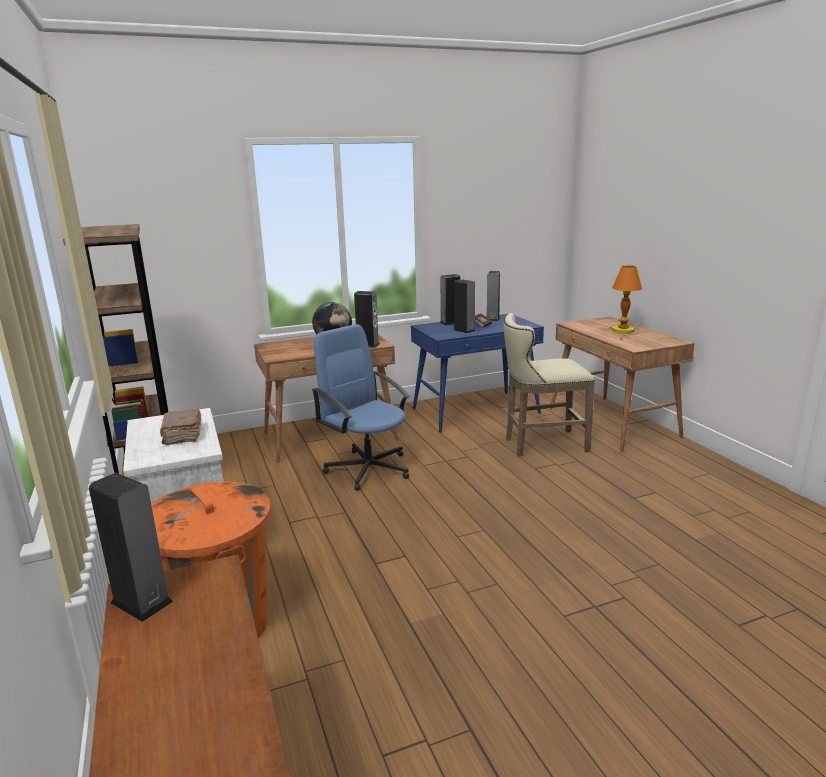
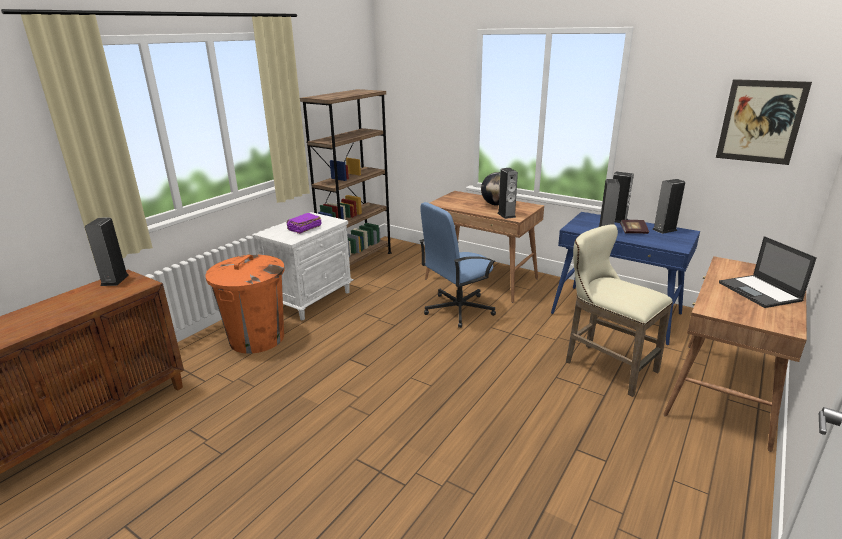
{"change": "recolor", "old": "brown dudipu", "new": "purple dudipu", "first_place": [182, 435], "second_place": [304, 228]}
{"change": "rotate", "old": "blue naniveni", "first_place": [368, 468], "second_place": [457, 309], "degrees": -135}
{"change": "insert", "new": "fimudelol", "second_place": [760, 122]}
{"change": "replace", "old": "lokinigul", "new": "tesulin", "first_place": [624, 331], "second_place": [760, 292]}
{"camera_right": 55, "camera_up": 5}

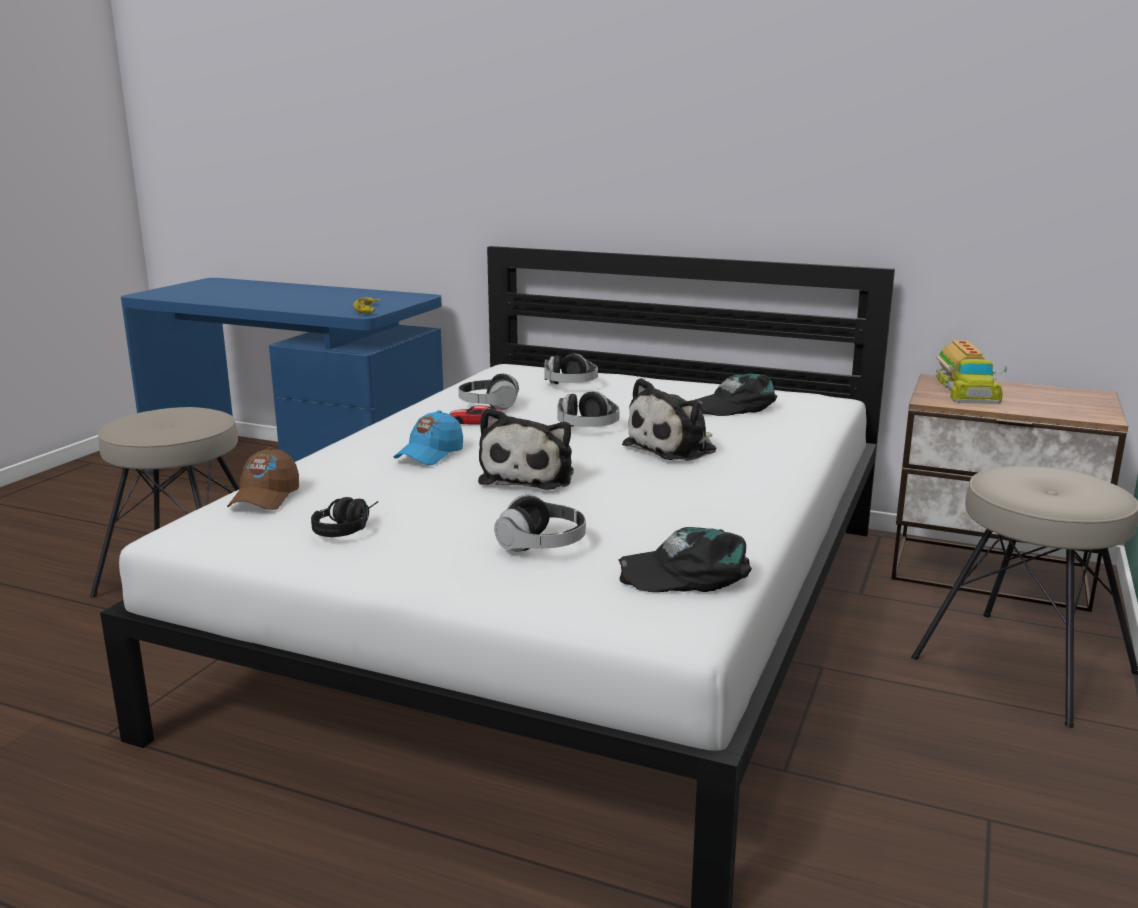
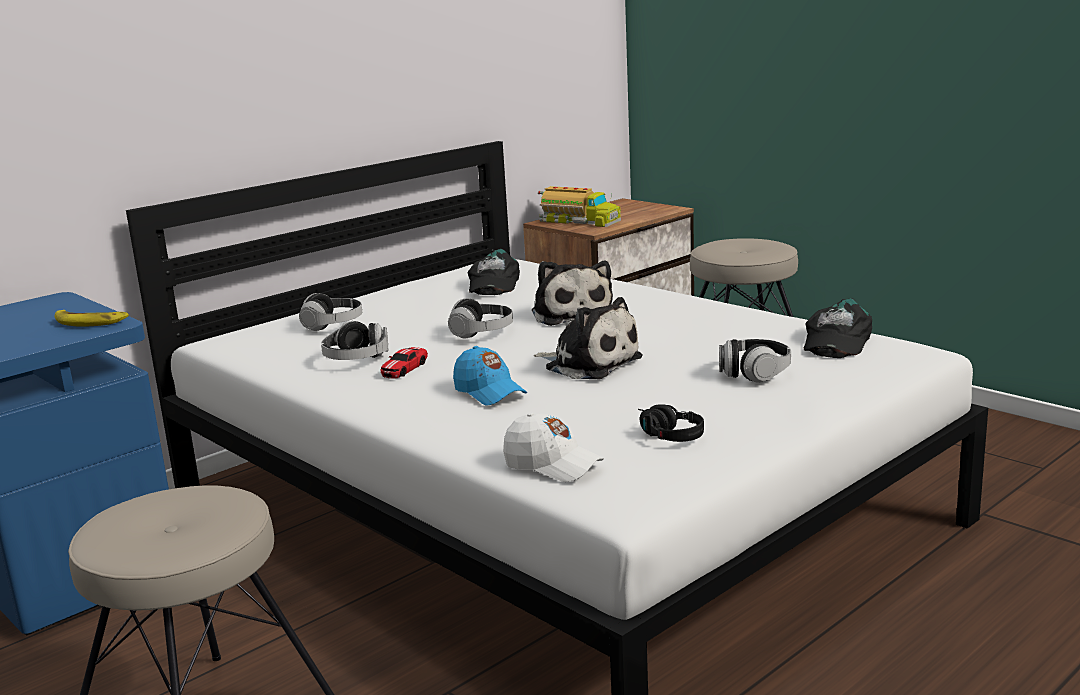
{"change": "recolor", "old": "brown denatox", "new": "white denatox", "first_place": [265, 498], "second_place": [552, 465]}
{"camera_right": -65, "camera_up": 0}

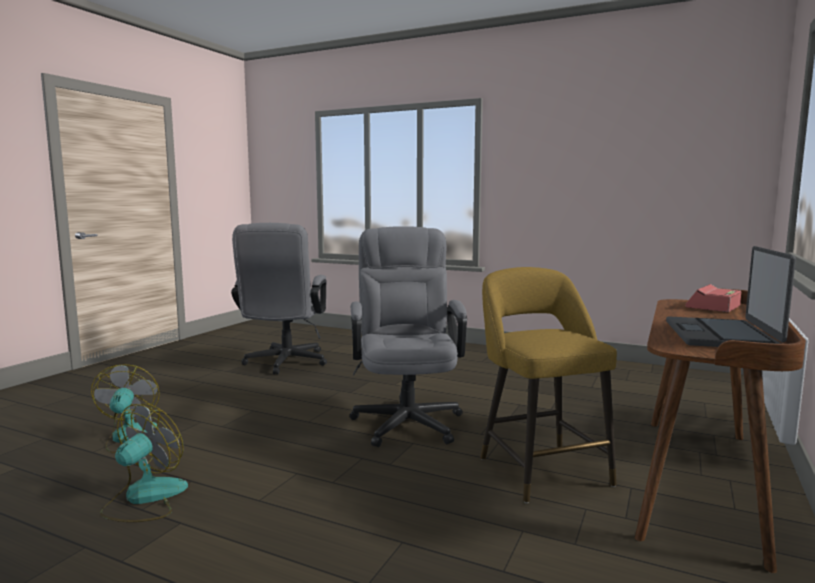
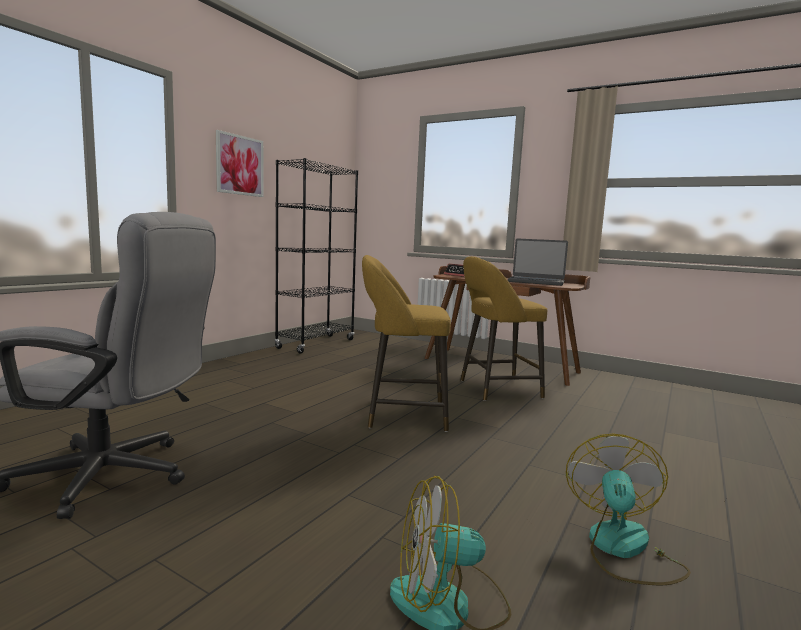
{"change": "insert", "new": "fimudelol", "second_place": [239, 165]}
{"change": "insert", "new": "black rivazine", "second_place": [316, 344]}
{"change": "replace", "old": "grey naniveni", "new": "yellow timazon", "first_place": [407, 418], "second_place": [401, 415]}
{"change": "rotate", "old": "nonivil", "first_place": [144, 498], "second_place": [622, 549], "degrees": 75}
{"camera_right": -85, "camera_up": 0}

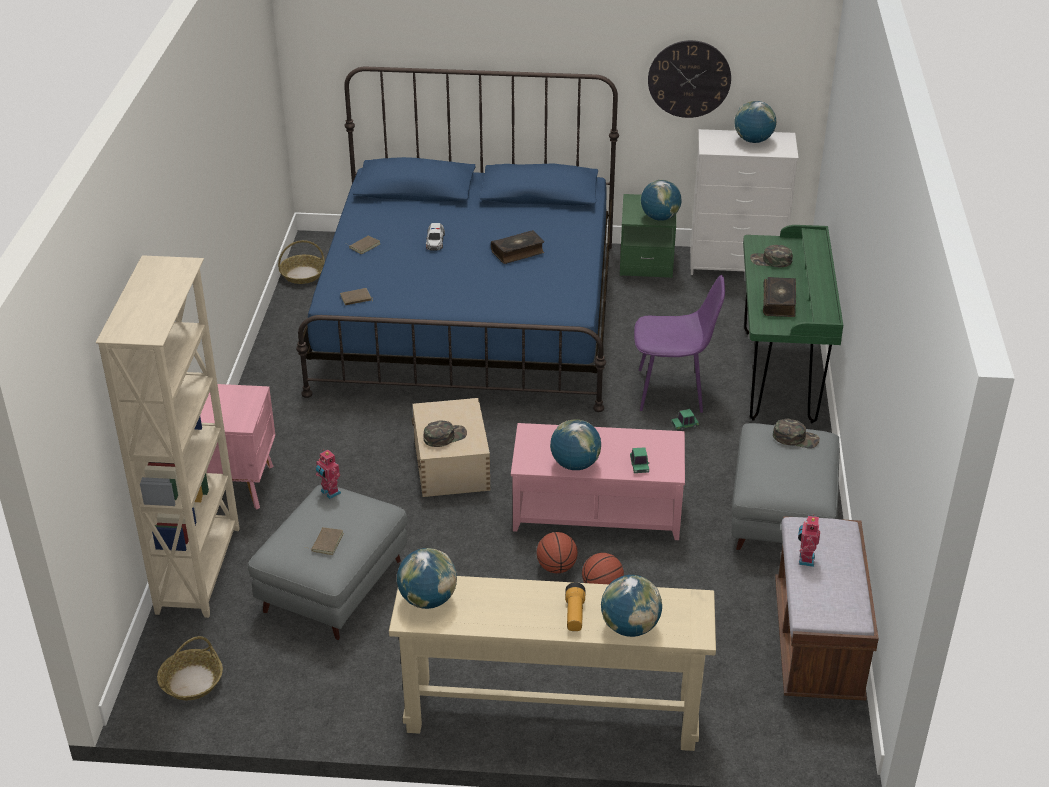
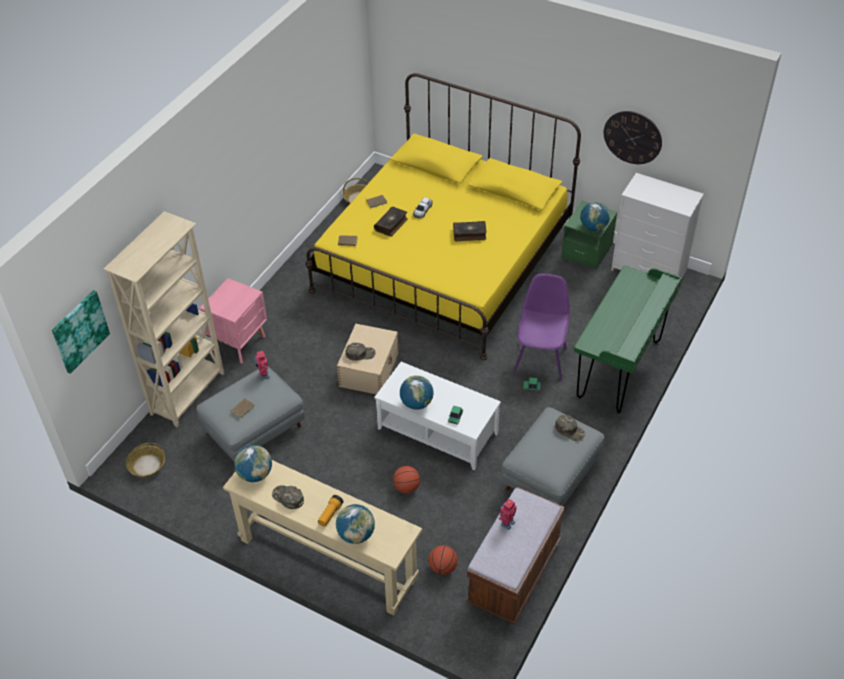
{"change": "insert", "new": "fimudelol", "second_place": [79, 331]}
{"change": "move", "old": "green denatox", "first_place": [771, 261], "second_place": [288, 498]}
{"change": "recolor", "old": "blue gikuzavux", "new": "yellow gikuzavux", "first_place": [468, 316], "second_place": [443, 261]}
{"change": "move", "old": "dudipu", "first_place": [779, 303], "second_place": [391, 225]}
{"change": "recolor", "old": "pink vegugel", "new": "white vegugel", "first_place": [597, 508], "second_place": [438, 430]}
{"change": "move", "old": "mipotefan", "first_place": [556, 567], "second_place": [443, 567]}
{"change": "rotate", "old": "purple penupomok", "first_place": [673, 391], "second_place": [540, 359], "degrees": -105}
{"change": "delete", "old": "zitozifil", "first_place": [753, 140]}
{"camera_right": 25, "camera_up": 10}

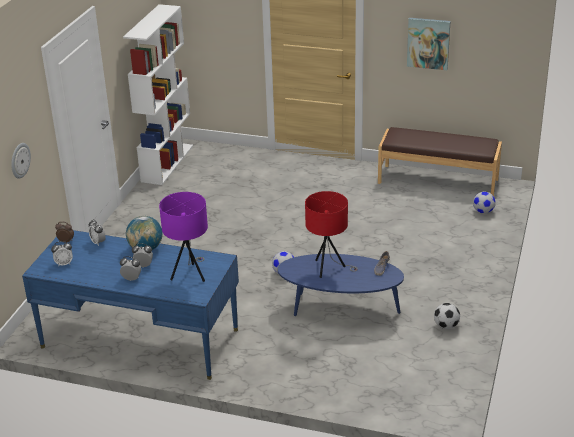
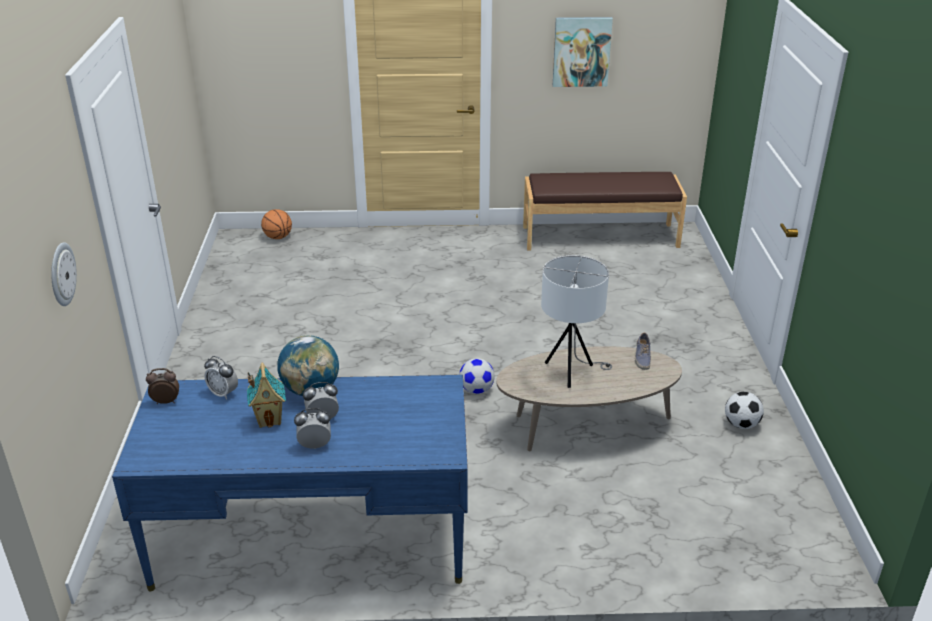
{"change": "insert", "new": "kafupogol", "second_place": [270, 419]}
{"change": "insert", "new": "mipotefan", "second_place": [278, 237]}
{"change": "recolor", "old": "blue vegugel", "new": "beige vegugel", "first_place": [340, 308], "second_place": [585, 427]}
{"change": "recolor", "old": "red lokinigul", "new": "white lokinigul", "first_place": [329, 269], "second_place": [571, 372]}
{"change": "delete", "old": "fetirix", "first_place": [64, 263]}
{"change": "delete", "old": "white rivazine", "first_place": [167, 163]}
{"change": "delete", "old": "purple lokinigul", "first_place": [190, 274]}
{"change": "delete", "old": "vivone", "first_place": [483, 211]}
{"camera_right": -20, "camera_up": 0}

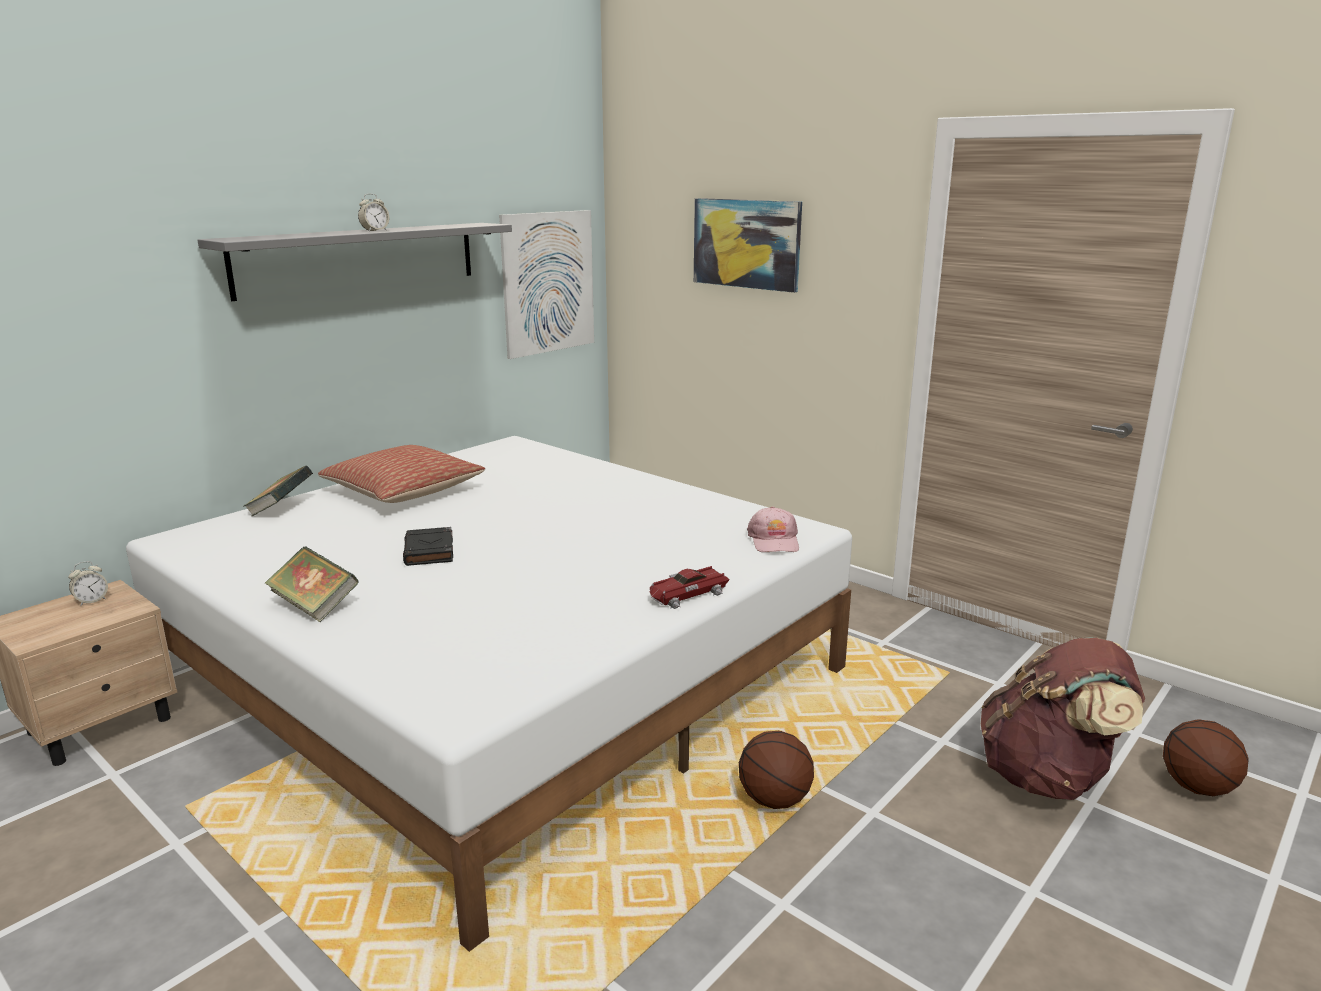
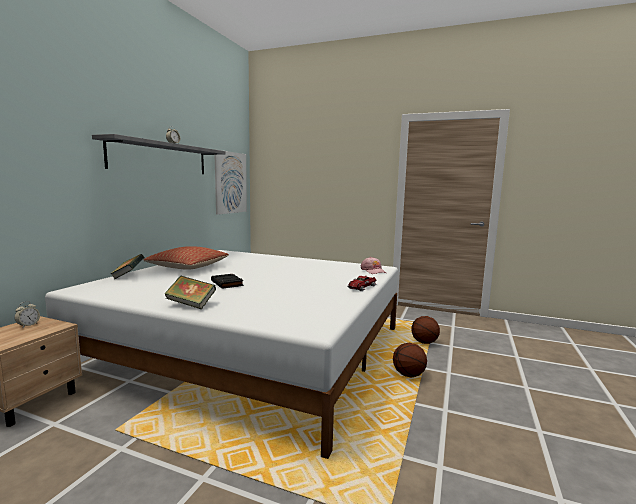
{"change": "move", "old": "mipotefan", "first_place": [1198, 787], "second_place": [424, 342]}
{"change": "delete", "old": "fimudelol", "first_place": [746, 243]}
{"change": "delete", "old": "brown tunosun", "first_place": [1048, 777]}
{"camera_right": -20, "camera_up": -10}

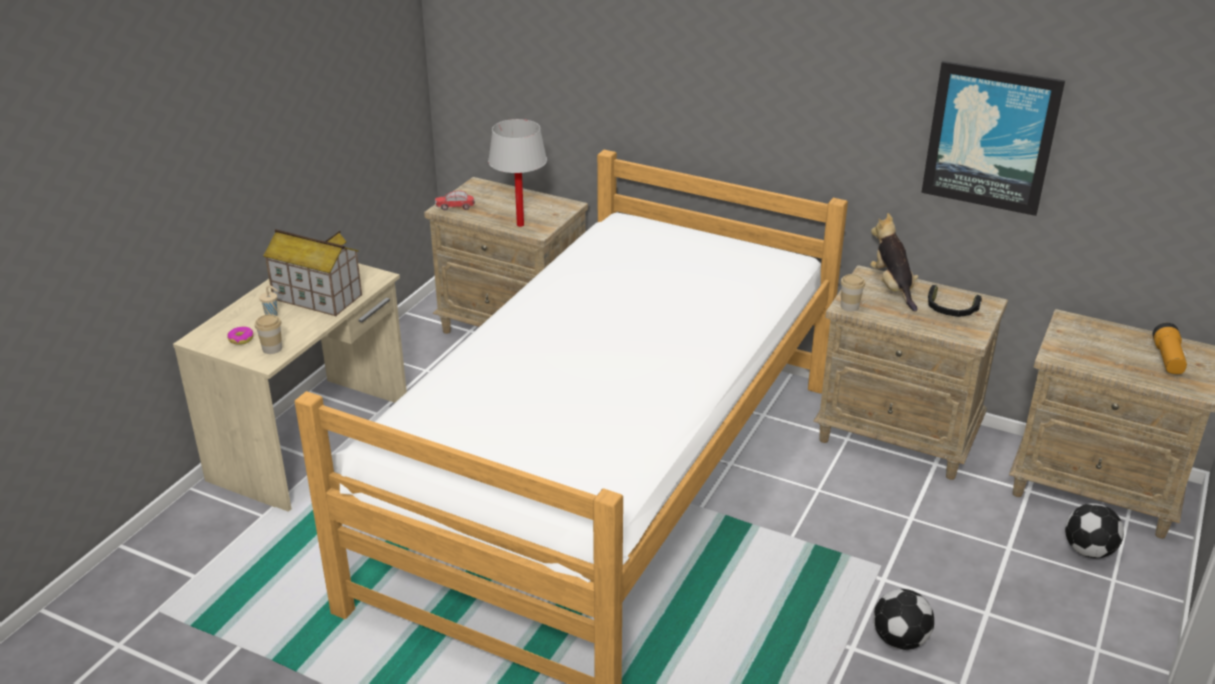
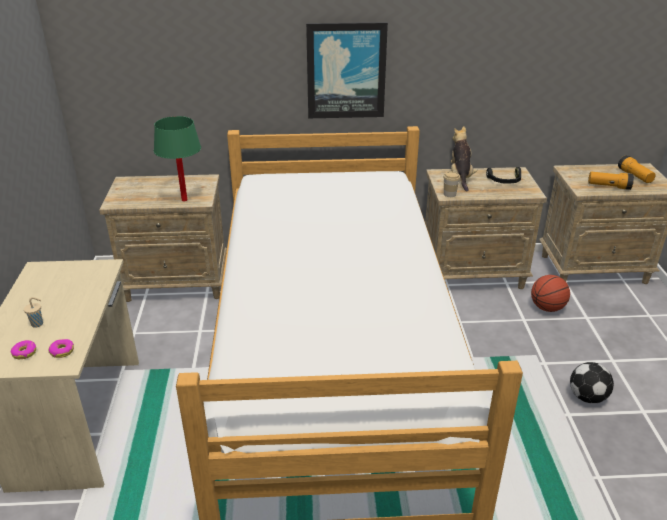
{"change": "replace", "old": "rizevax", "new": "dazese", "first_place": [272, 348], "second_place": [62, 351]}
{"change": "recolor", "old": "white lokinigul", "new": "green lokinigul", "first_place": [520, 225], "second_place": [184, 200]}
{"change": "move", "old": "fimudelol", "first_place": [990, 137], "second_place": [346, 71]}
{"change": "rotate", "old": "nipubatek", "first_place": [892, 288], "second_place": [460, 177], "degrees": 45}
{"change": "insert", "new": "mipotefan", "second_place": [547, 308]}
{"change": "insert", "new": "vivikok", "second_place": [609, 186]}
{"change": "delete", "old": "kafupogol", "first_place": [316, 297]}
{"change": "delete", "old": "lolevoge", "first_place": [455, 208]}
{"change": "delete", "old": "vivone", "first_place": [1089, 550]}
{"camera_right": -30, "camera_up": 0}

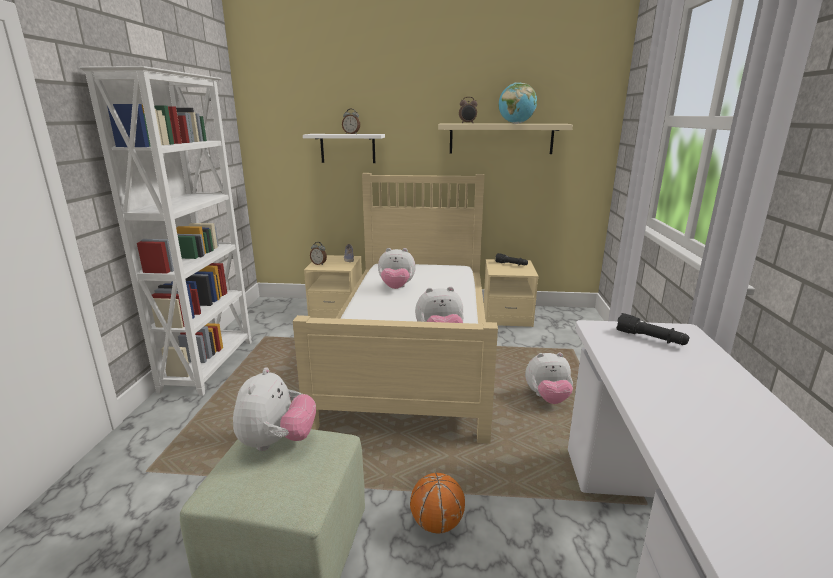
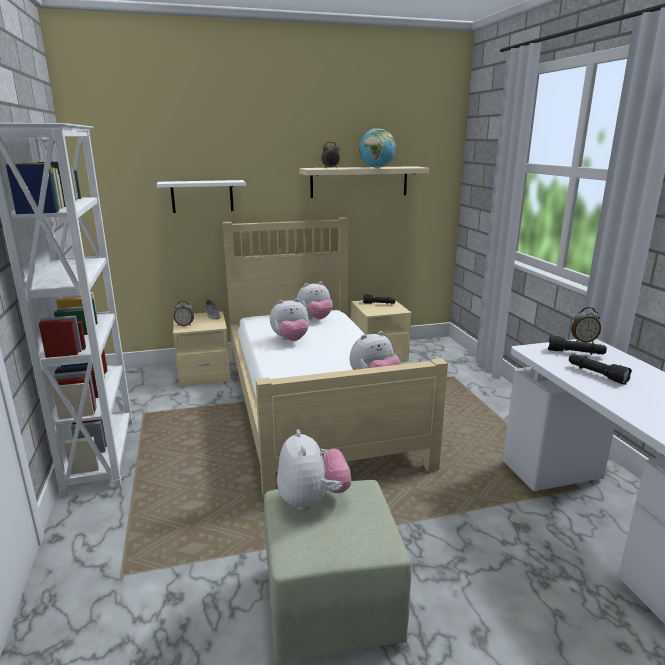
{"change": "move", "old": "nipubatek", "first_place": [547, 398], "second_place": [315, 319]}
{"change": "insert", "new": "black vivikok", "second_place": [596, 374]}
{"change": "move", "old": "fetirix", "first_place": [351, 134], "second_place": [583, 341]}
{"change": "delete", "old": "mipotefan", "first_place": [437, 523]}
{"camera_right": -20, "camera_up": 0}

